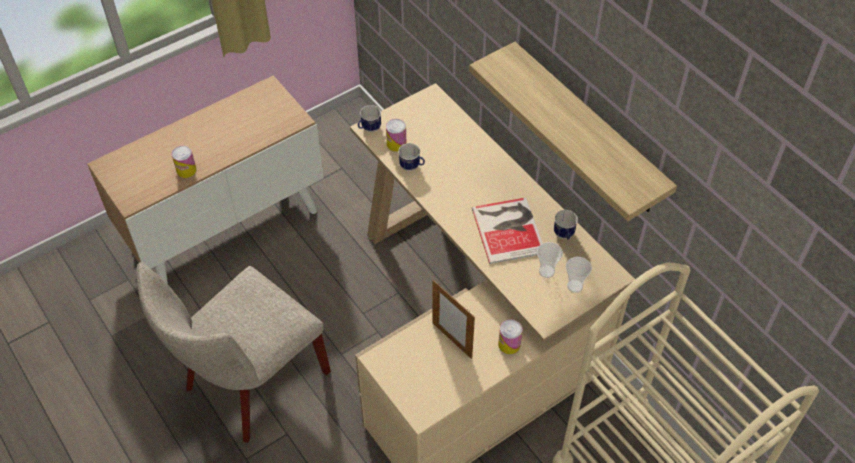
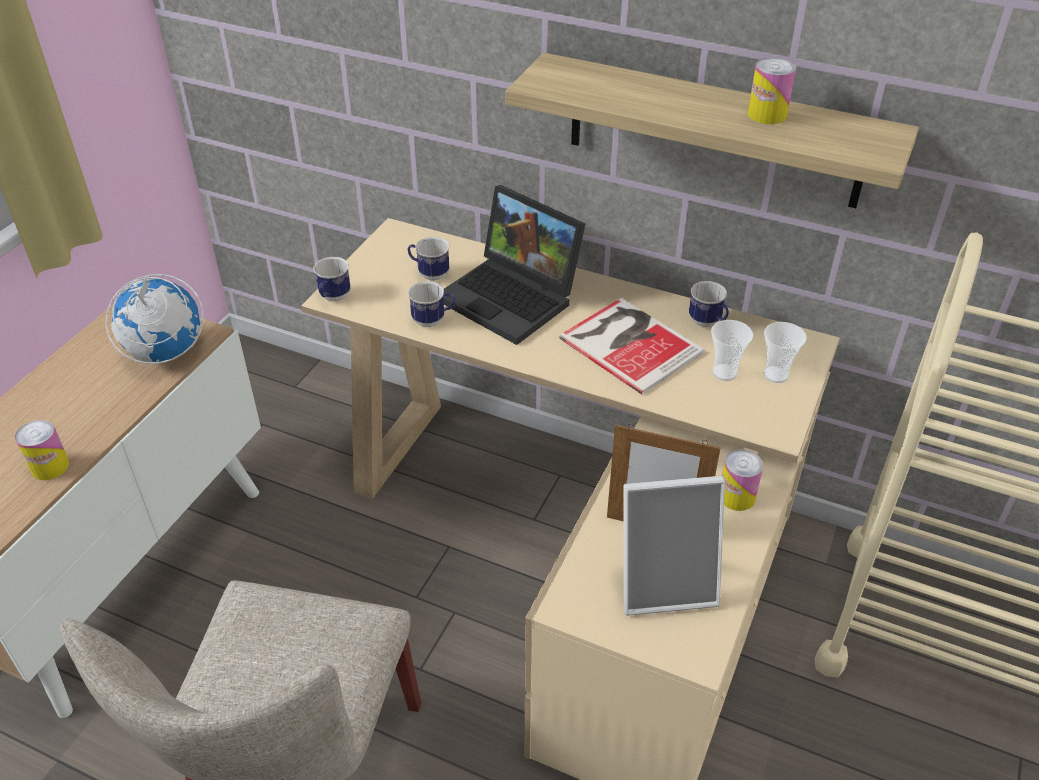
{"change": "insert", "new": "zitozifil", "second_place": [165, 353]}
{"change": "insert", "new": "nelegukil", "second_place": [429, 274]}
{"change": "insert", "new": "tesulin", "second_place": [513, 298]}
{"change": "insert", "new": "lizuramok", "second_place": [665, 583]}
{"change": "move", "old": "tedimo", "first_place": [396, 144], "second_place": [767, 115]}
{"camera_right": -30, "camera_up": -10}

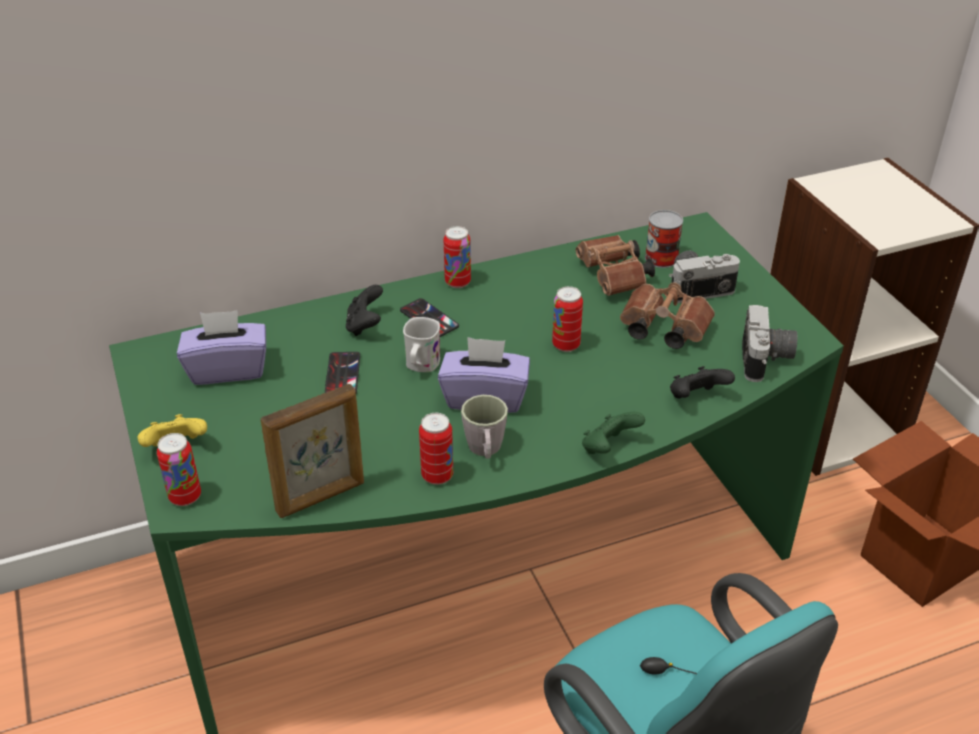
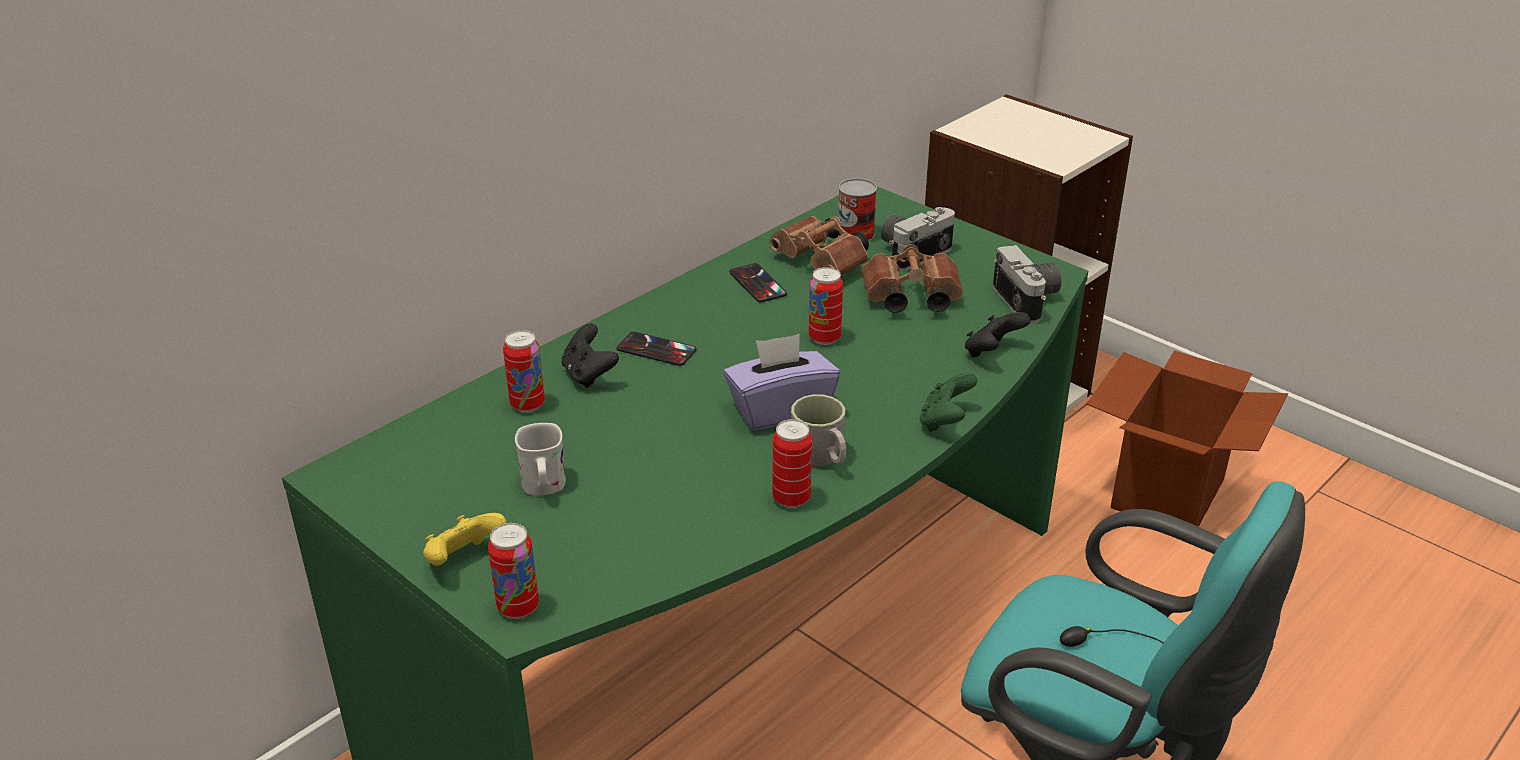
{"change": "move", "old": "tedimo", "first_place": [457, 282], "second_place": [527, 405]}
{"change": "move", "old": "white nelegukil", "first_place": [421, 366], "second_place": [544, 487]}
{"change": "move", "old": "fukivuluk", "first_place": [342, 374], "second_place": [757, 283]}
{"change": "delete", "old": "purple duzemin", "first_place": [228, 369]}
{"change": "delete", "old": "lizuramok", "first_place": [321, 497]}
{"camera_right": -25, "camera_up": -5}

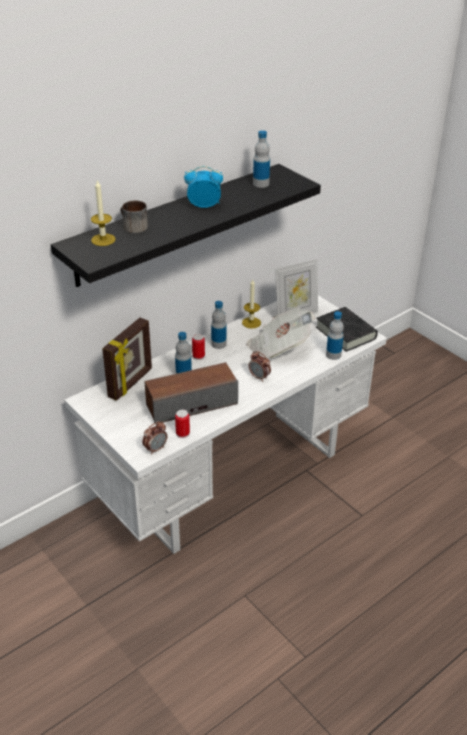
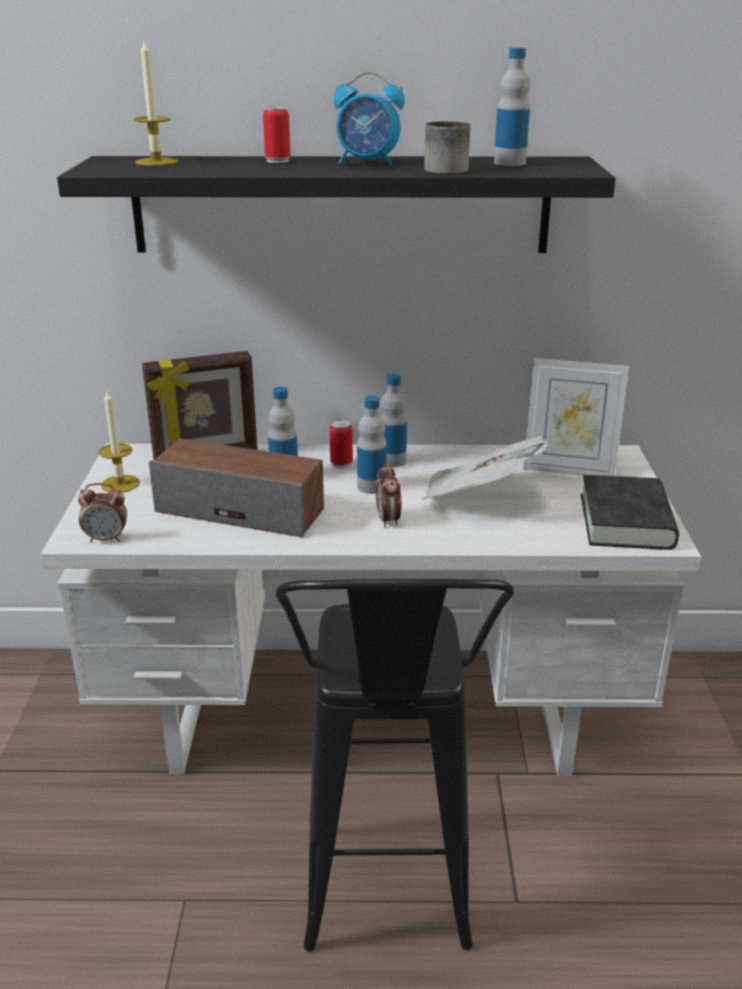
{"change": "move", "old": "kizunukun", "first_place": [251, 322], "second_place": [120, 484]}
{"change": "move", "old": "tedimo", "first_place": [182, 433], "second_place": [277, 161]}
{"change": "insert", "new": "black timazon", "second_place": [386, 913]}
{"change": "rotate", "old": "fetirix", "first_place": [204, 205], "second_place": [368, 163], "degrees": 150}
{"change": "move", "old": "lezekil", "first_place": [333, 355], "second_place": [371, 487]}
{"change": "move", "old": "nelegukil", "first_place": [132, 226], "second_place": [442, 169]}
{"camera_right": 40, "camera_up": -10}

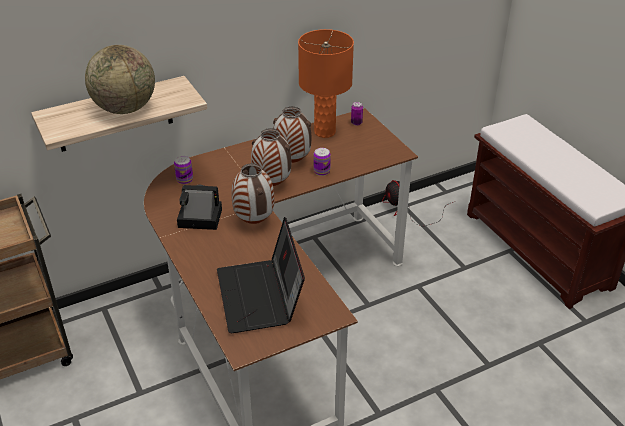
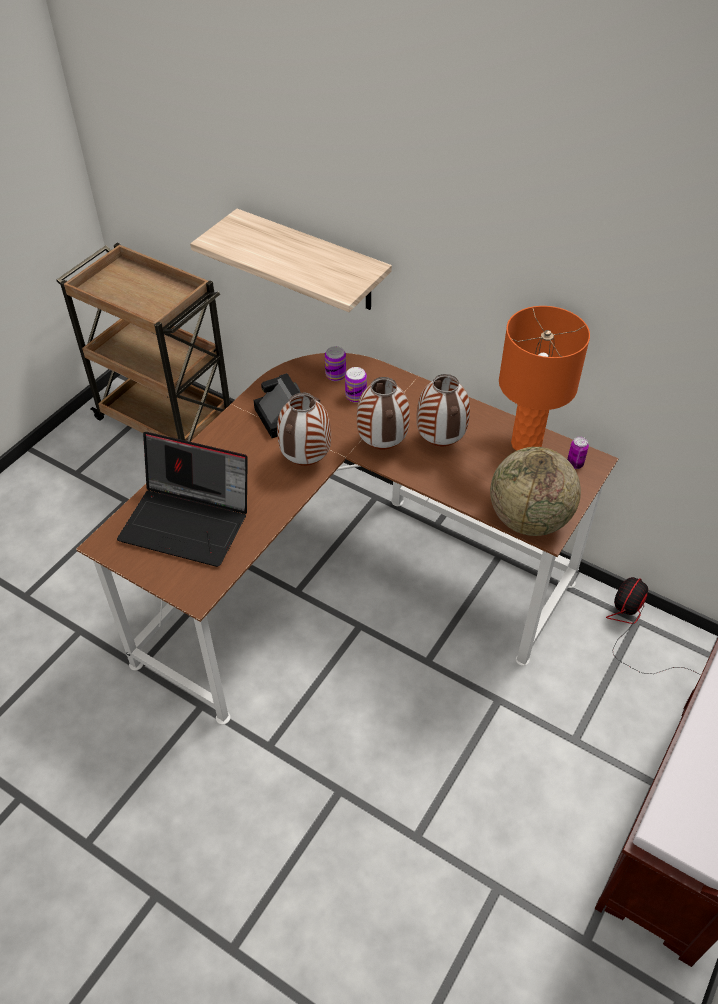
{"change": "rotate", "old": "tesulin", "first_place": [261, 297], "second_place": [189, 522], "degrees": -120}
{"change": "move", "old": "tedimo", "first_place": [321, 171], "second_place": [355, 396]}
{"change": "move", "old": "zitozifil", "first_place": [125, 108], "second_place": [529, 519]}
{"camera_right": 60, "camera_up": 10}

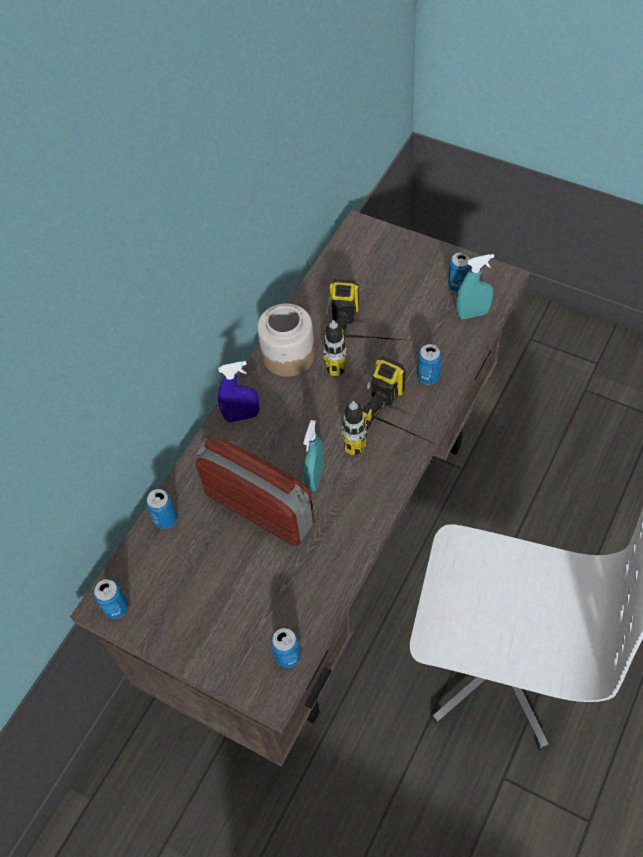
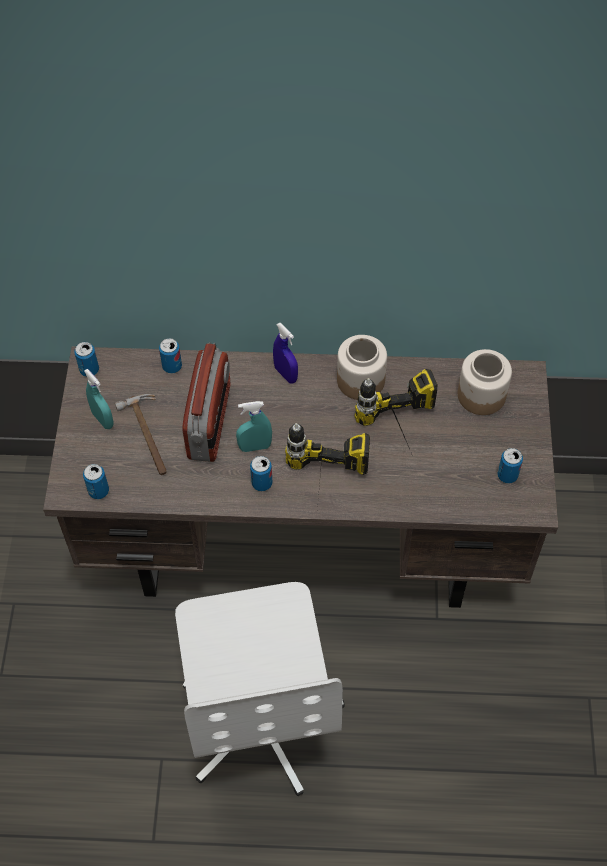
{"change": "move", "old": "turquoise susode", "first_place": [472, 314], "second_place": [103, 419]}
{"change": "insert", "new": "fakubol", "second_place": [149, 436]}
{"change": "move", "old": "tedimo", "first_place": [428, 376], "second_place": [262, 483]}
{"change": "insert", "new": "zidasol", "second_place": [482, 395]}
{"camera_right": 60, "camera_up": 0}

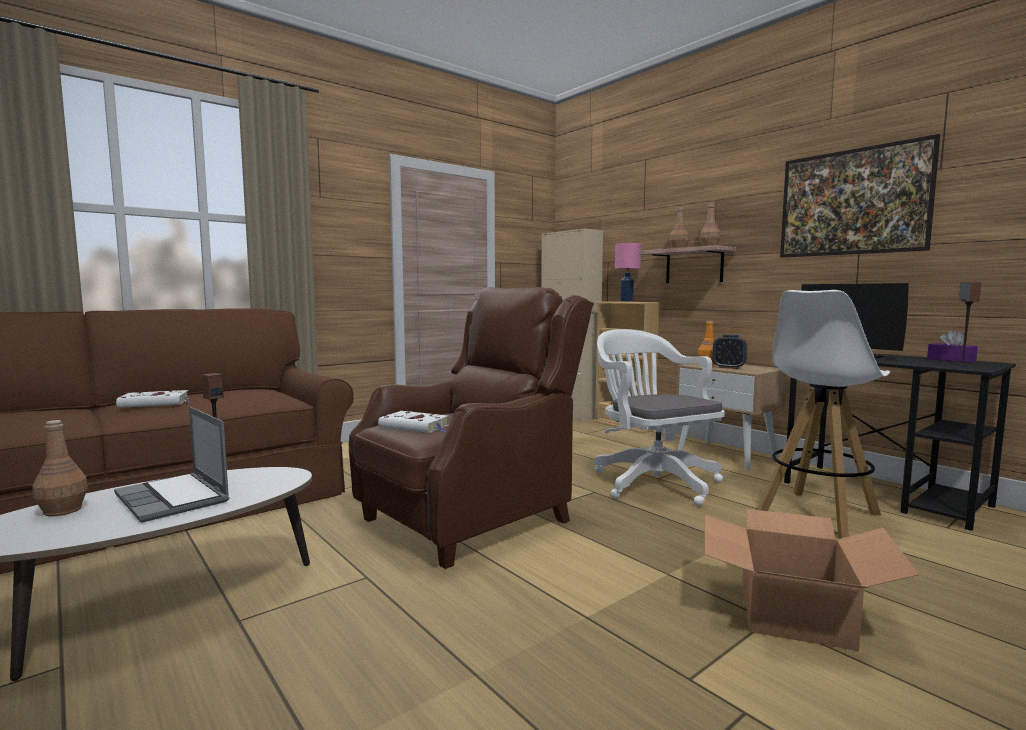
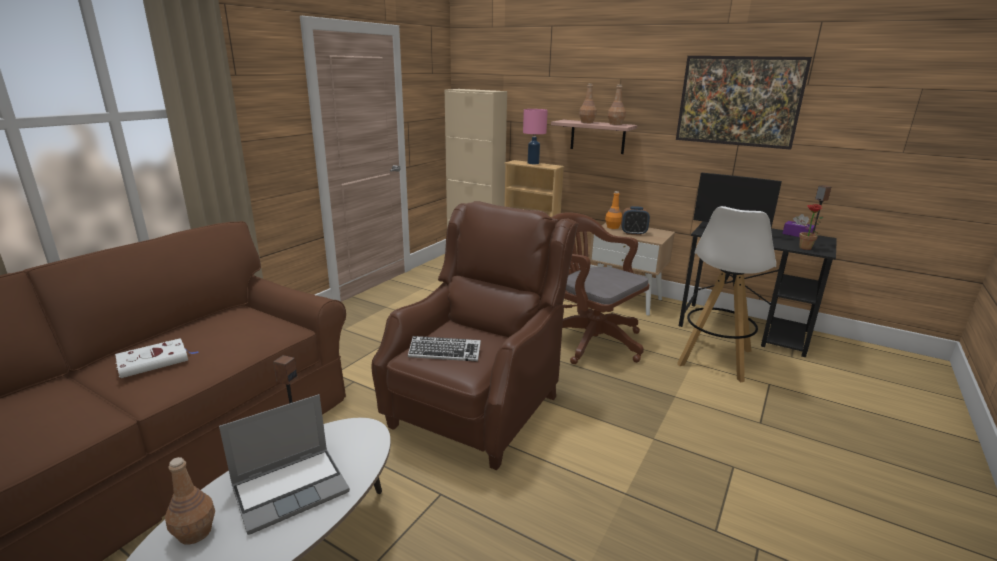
{"change": "rotate", "old": "tesulin", "first_place": [174, 499], "second_place": [292, 488], "degrees": -60}
{"change": "replace", "old": "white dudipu", "new": "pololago", "first_place": [416, 426], "second_place": [444, 353]}
{"change": "recolor", "old": "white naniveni", "new": "brown naniveni", "first_place": [651, 481], "second_place": [589, 339]}
{"change": "insert", "new": "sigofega", "second_place": [802, 247]}
{"change": "delete", "old": "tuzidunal", "first_place": [792, 612]}
{"camera_right": -20, "camera_up": 15}

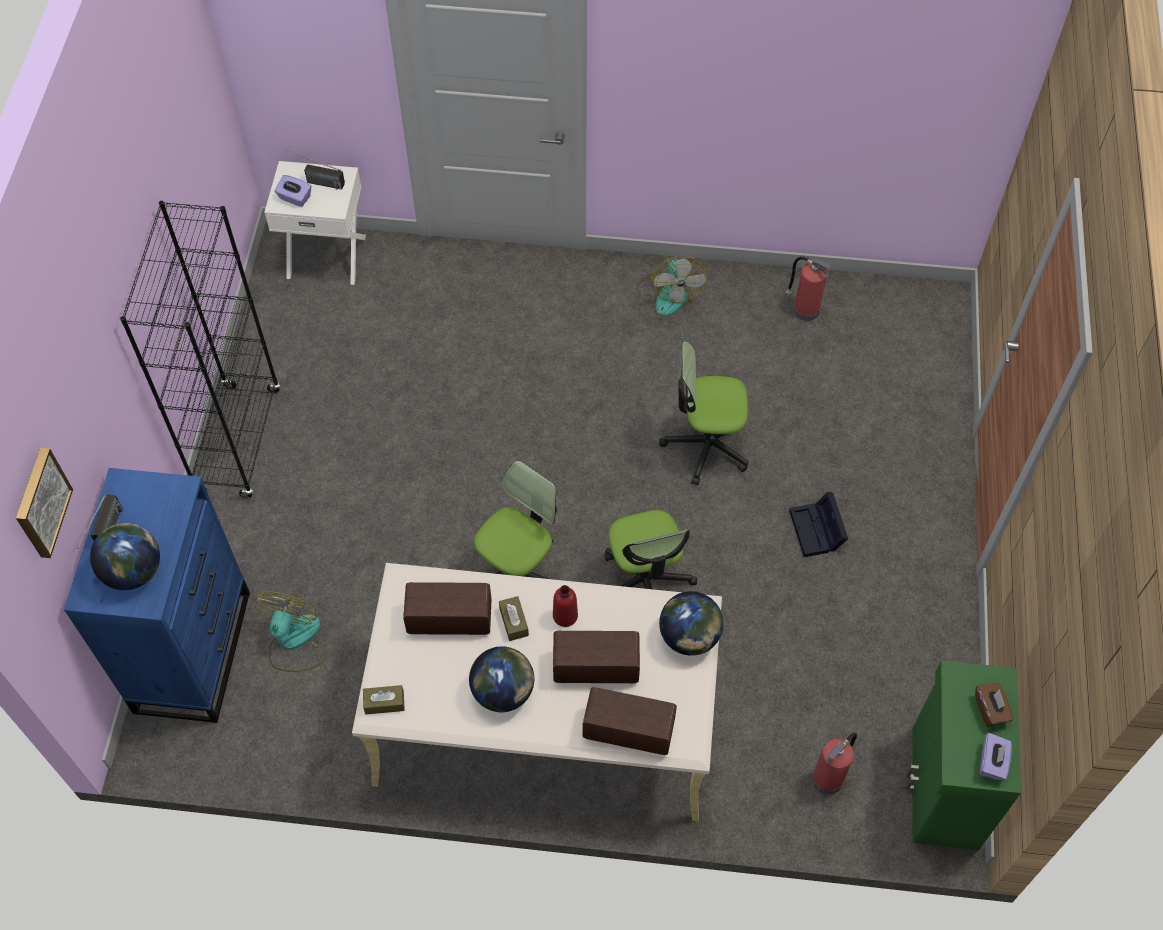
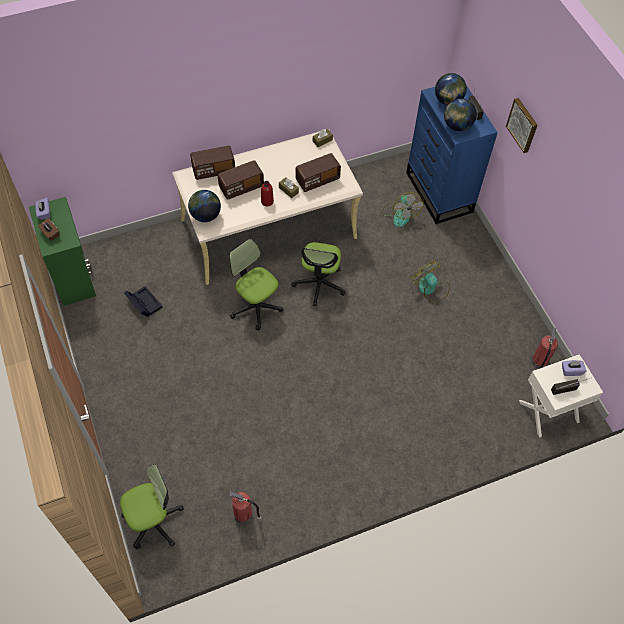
{"change": "move", "old": "naniveni", "first_place": [706, 445], "second_place": [153, 521]}
{"change": "move", "old": "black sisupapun", "first_place": [817, 531], "second_place": [143, 303]}
{"change": "move", "old": "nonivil", "first_place": [669, 293], "second_place": [430, 288]}
{"change": "move", "old": "zitozifil", "first_place": [503, 692], "second_place": [457, 126]}
{"change": "move", "old": "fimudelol", "first_place": [40, 502], "second_place": [523, 125]}
{"change": "move", "old": "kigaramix", "first_place": [828, 778], "second_place": [539, 362]}
{"change": "delete", "old": "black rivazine", "first_place": [238, 441]}
{"camera_right": 150, "camera_up": 0}

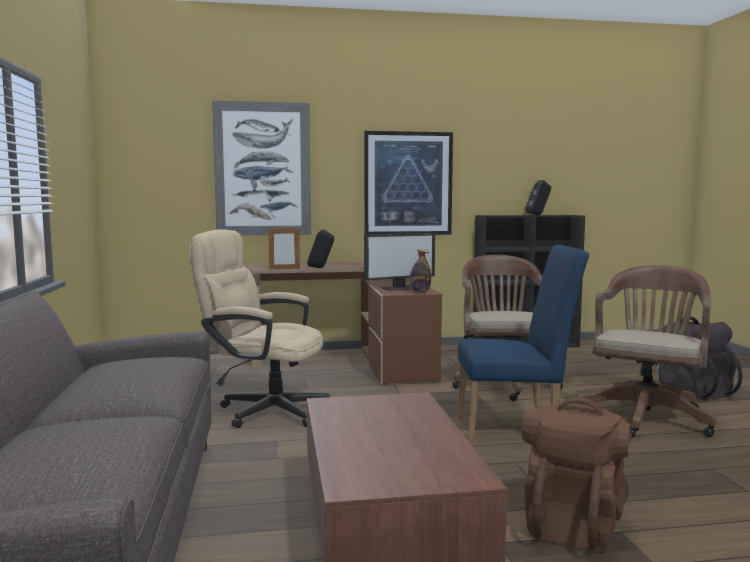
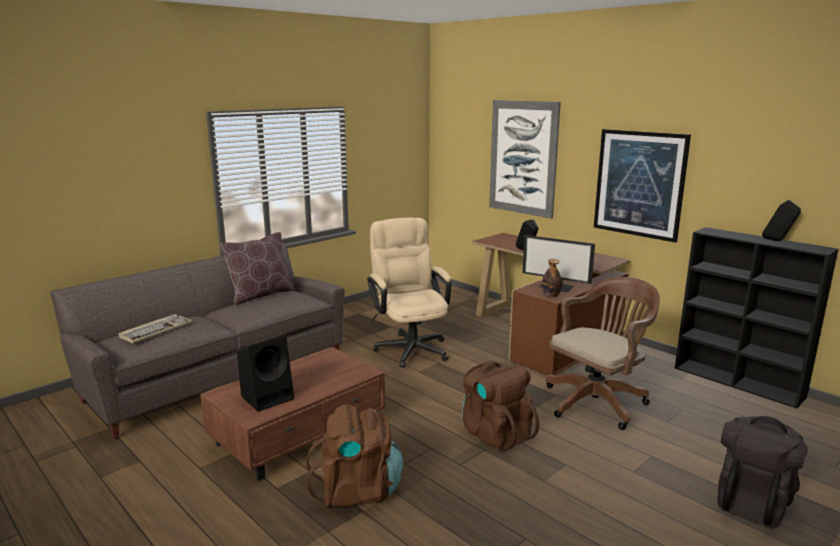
{"change": "insert", "new": "pololago", "second_place": [156, 331]}
{"change": "insert", "new": "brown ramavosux", "second_place": [261, 295]}
{"change": "insert", "new": "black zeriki", "second_place": [268, 397]}
{"change": "replace", "old": "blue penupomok", "new": "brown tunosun", "first_place": [516, 429], "second_place": [495, 433]}
{"change": "delete", "old": "lizuramok", "first_place": [284, 269]}
{"change": "delete", "old": "brown naniveni", "first_place": [646, 416]}
{"camera_right": 55, "camera_up": 10}

